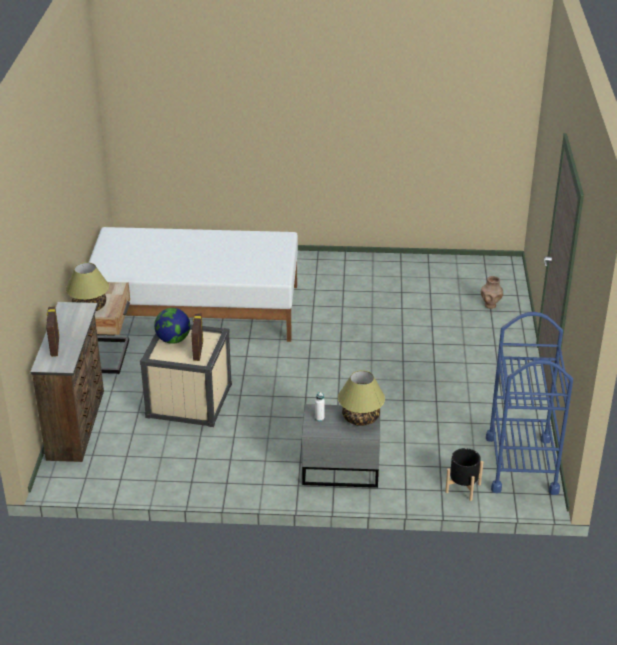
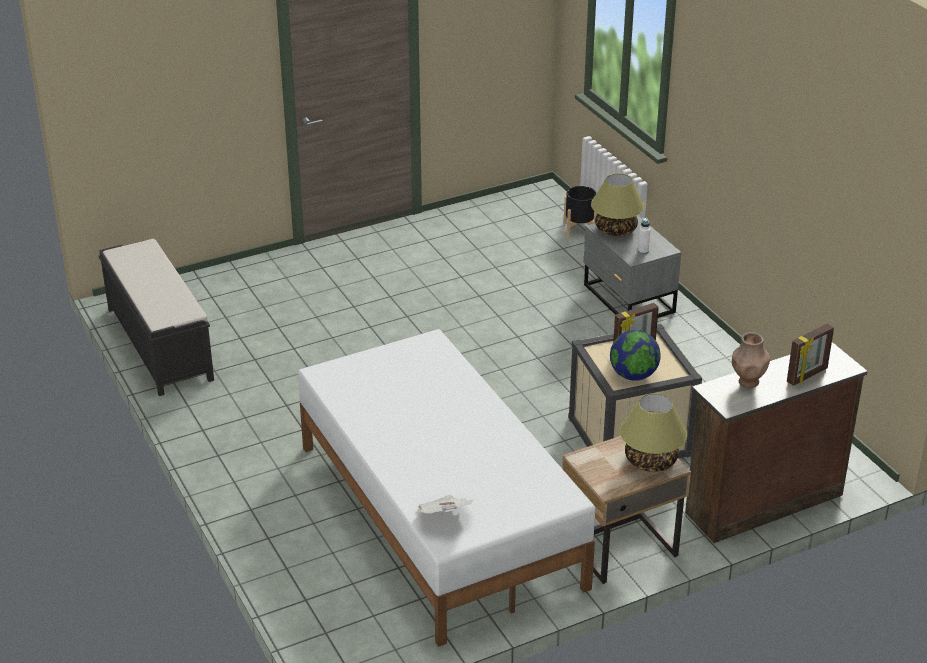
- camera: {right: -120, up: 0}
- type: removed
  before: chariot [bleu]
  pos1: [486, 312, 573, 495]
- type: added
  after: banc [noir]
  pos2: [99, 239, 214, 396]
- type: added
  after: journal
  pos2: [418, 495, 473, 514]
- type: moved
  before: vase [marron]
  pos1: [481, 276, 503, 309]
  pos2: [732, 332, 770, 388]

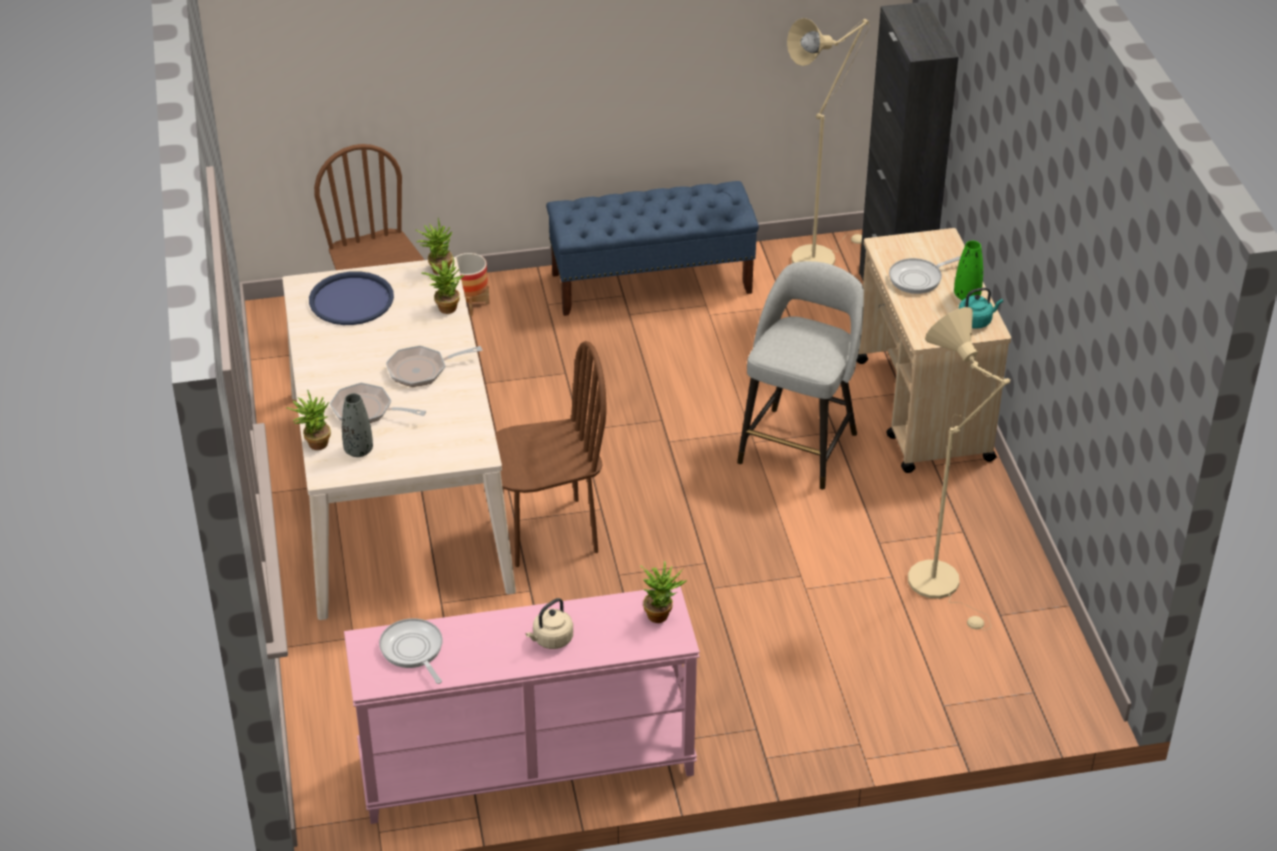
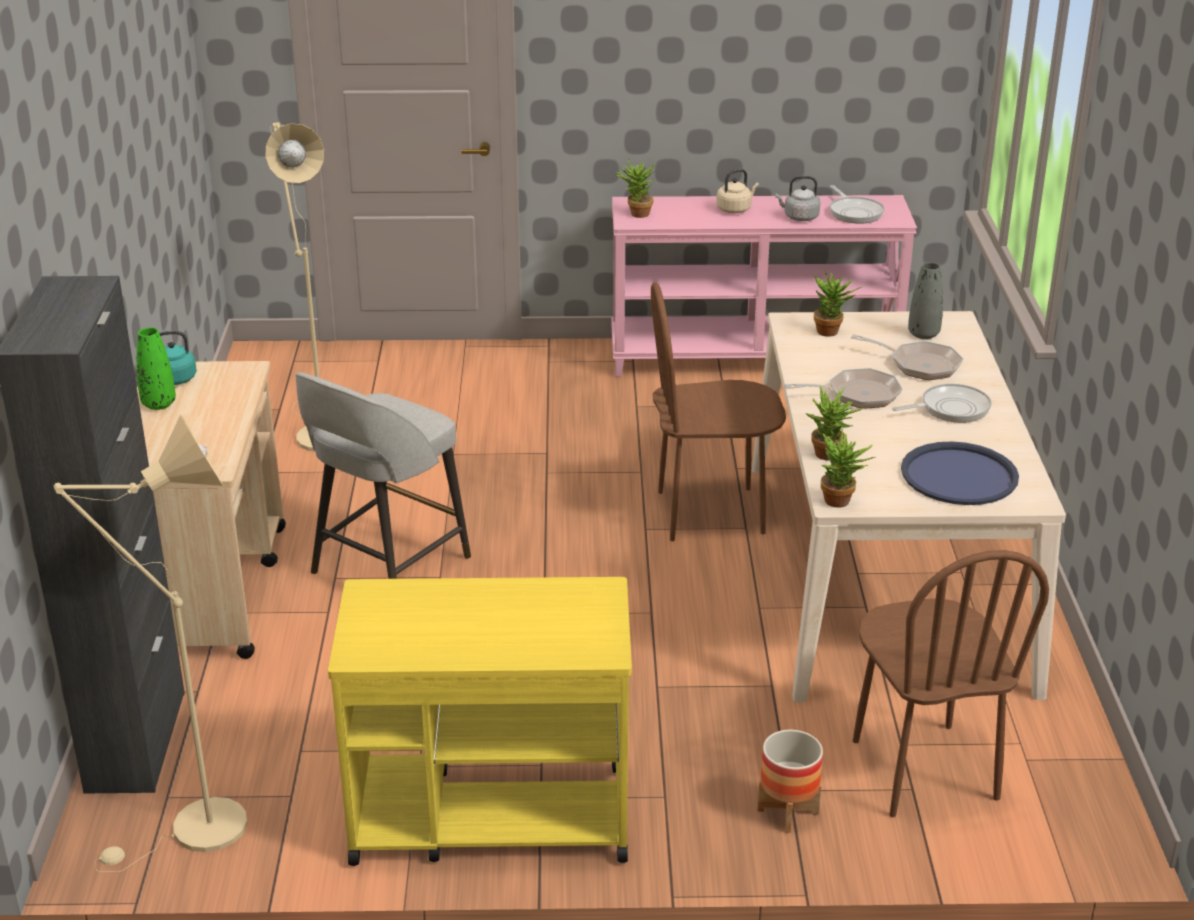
- camera: {right: -170, up: -10}
- type: added
  after: bouilloire [gris]
  pos2: [775, 176, 820, 221]
- type: moved
  before: plante en pot
  pos1: [287, 389, 331, 450]
  pos2: [814, 269, 862, 337]
- type: moved
  before: poêle
  pos1: [889, 256, 961, 294]
  pos2: [892, 384, 992, 423]
- type: replaced
  before: banc [bleu]
  after: chariot [jaune]
  pos1: [546, 181, 759, 316]
  pos2: [328, 577, 632, 866]

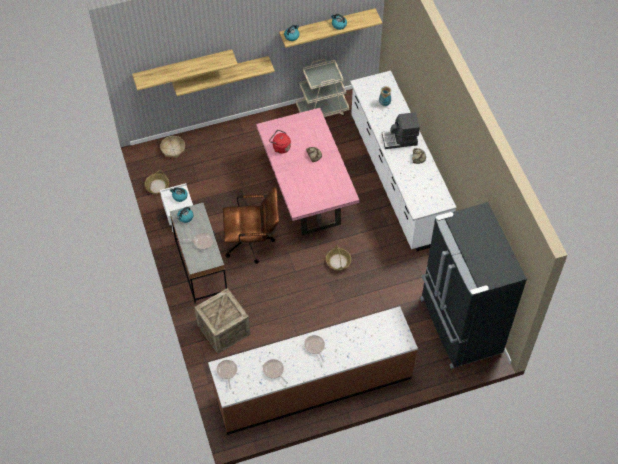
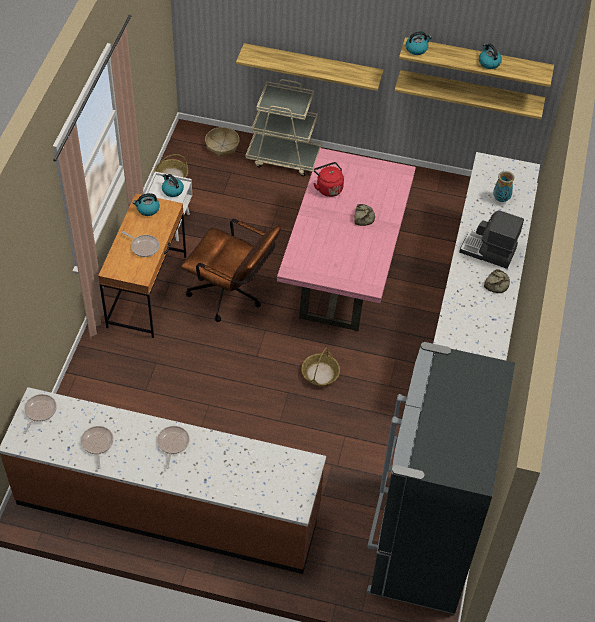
- camera: {right: 30, up: -5}
- type: removed
  before: caisse
  pos1: [195, 288, 250, 354]
- type: moved
  before: étagère
  pos1: [132, 49, 238, 91]
  pos2: [394, 70, 545, 120]
- type: moved
  before: chariot [beige]
  pos1: [296, 59, 350, 117]
  pos2: [246, 79, 322, 177]
- type: recoloured
  before: bureau [gris]
  after: bureau [marron]
  pos1: [170, 203, 227, 303]
  pos2: [98, 193, 186, 338]

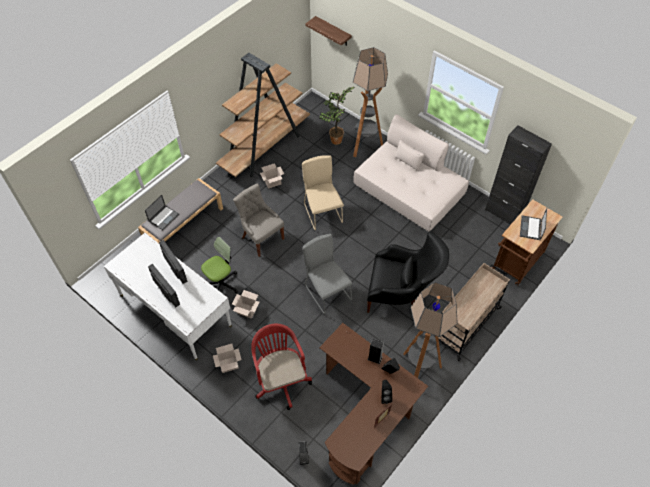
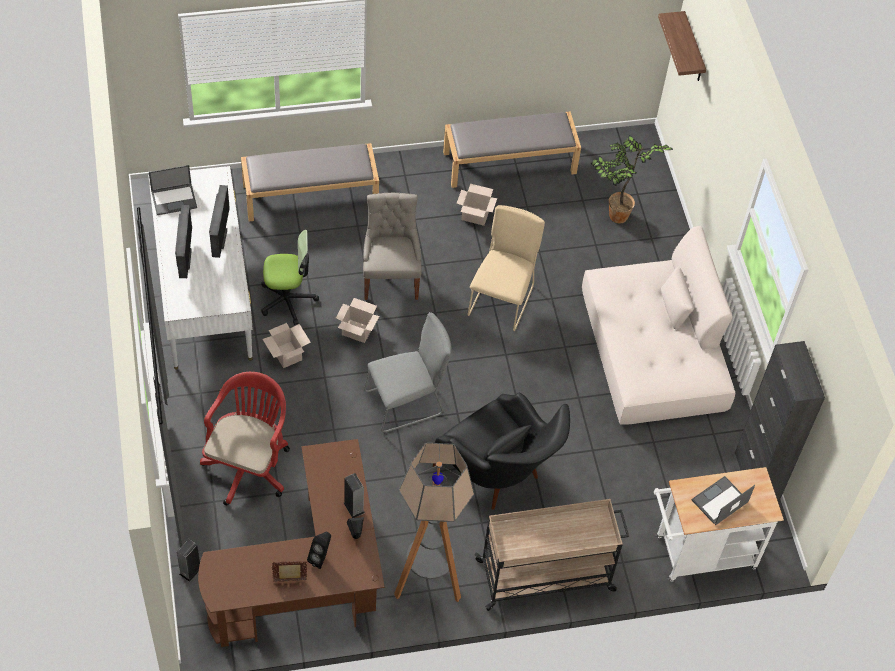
- camera: {right: 35, up: 0}
- type: removed
  before: lampadaire
  pos1: [353, 47, 388, 158]
- type: moved
  before: ordinateur portable
  pos1: [145, 195, 179, 230]
  pos2: [149, 165, 197, 215]
- type: moved
  before: carton
  pos1: [213, 344, 242, 373]
  pos2: [336, 298, 379, 343]
- type: replaced
  before: bibliothèque [marron]
  after: banc [gris]
  pos1: [216, 53, 310, 177]
  pos2: [443, 111, 581, 188]
- type: recoloured
  before: chariot [marron]
  after: chariot [blanc]
  pos1: [492, 199, 563, 285]
  pos2: [654, 467, 784, 582]
- type: turned
  before: chaise [gris]
  pos1: [302, 234, 352, 314]
  pos2: [364, 312, 452, 432]
  turn: 60

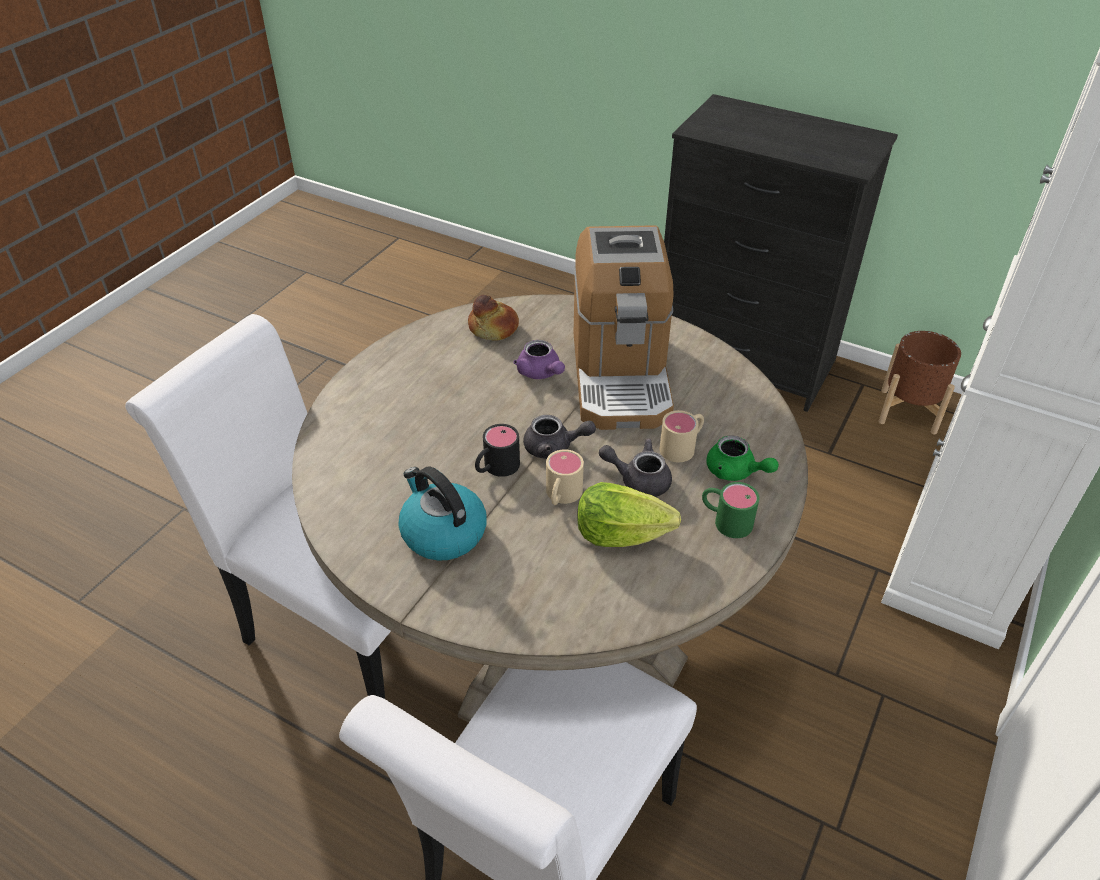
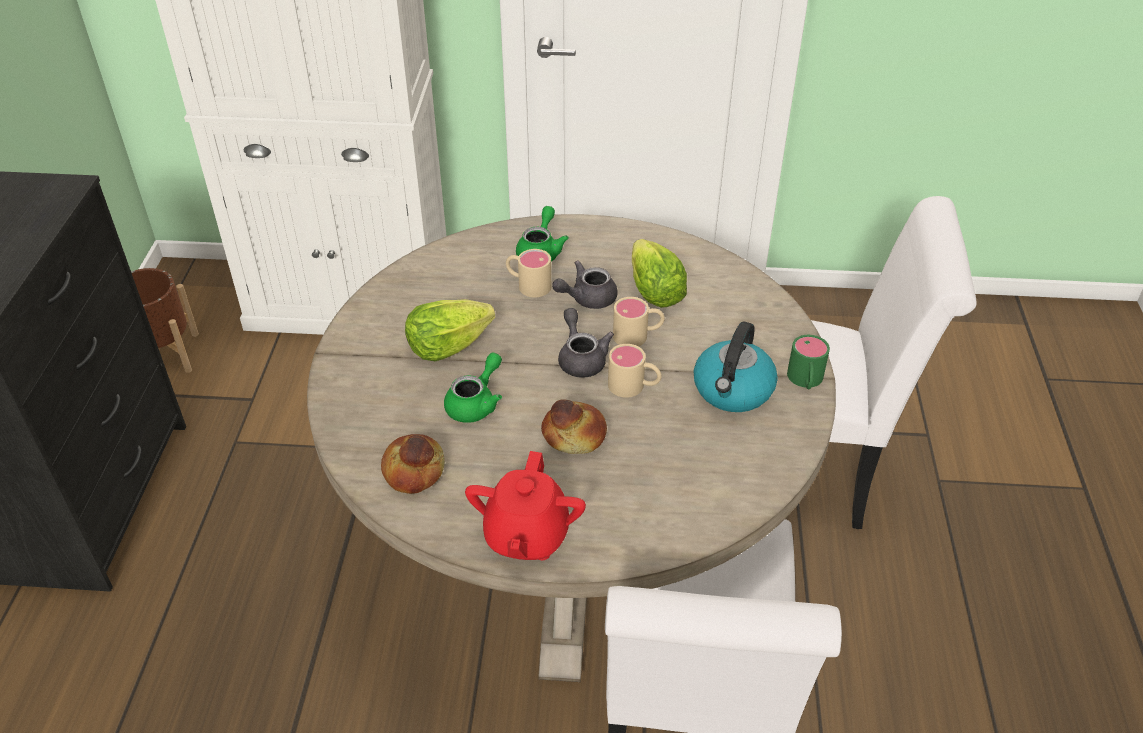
- camera: {right: -115, up: 0}
- type: added
  after: théière [rouge]
  pos2: [465, 451, 586, 560]
- type: added
  after: pain
  pos2: [541, 399, 607, 454]
- type: moved
  before: mug [vert]
  pos1: [702, 482, 759, 538]
  pos2: [787, 335, 830, 389]
- type: replaced
  before: machine à café
  after: laitue
  pos1: [574, 225, 674, 430]
  pos2: [405, 299, 495, 361]
- type: recoloured
  before: mug [noir]
  after: mug [beige]
  pos1: [475, 424, 520, 477]
  pos2: [608, 344, 662, 398]
- type: recoloured
  before: théière [violet]
  after: théière [vert]
  pos1: [513, 340, 565, 379]
  pos2: [444, 353, 502, 423]
- type: turned
  before: théière [gris]
  pos1: [599, 438, 672, 497]
  pos2: [552, 260, 618, 309]
  turn: 75

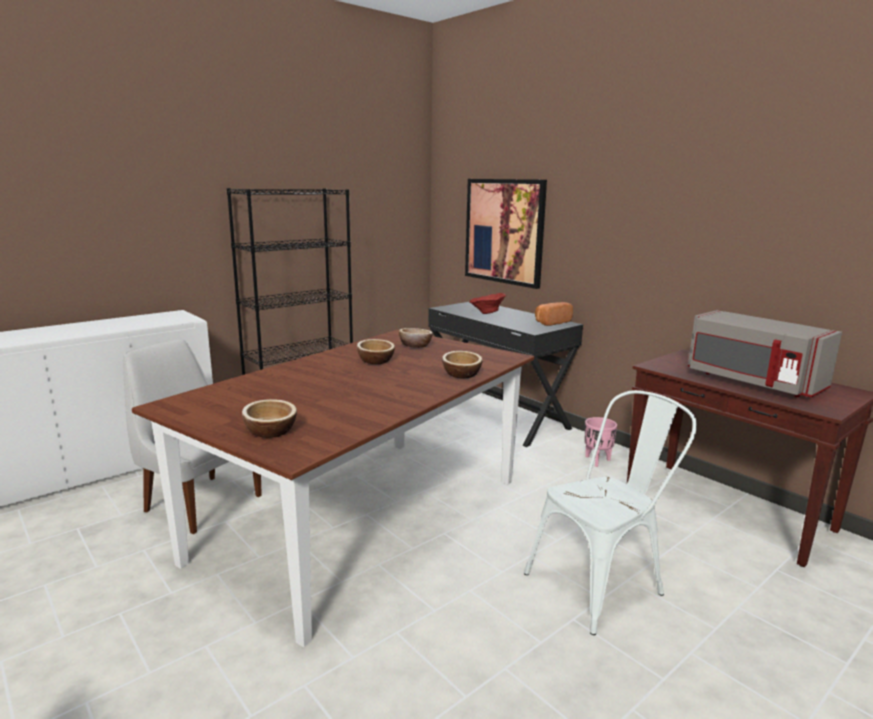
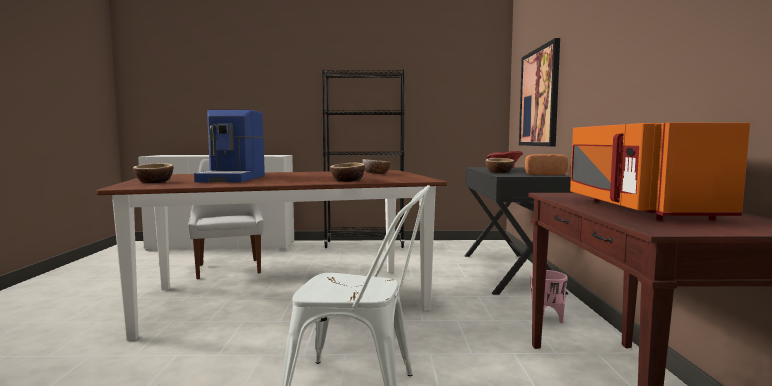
- camera: {right: 40, up: -10}
- type: added
  after: machine à café
  pos2: [194, 110, 265, 183]
- type: moved
  before: bol
  pos1: [357, 339, 395, 364]
  pos2: [486, 158, 514, 173]
- type: recoloured
  before: micro-ondes [gris]
  after: micro-ondes [orange]
  pos1: [688, 310, 842, 397]
  pos2: [570, 123, 750, 220]

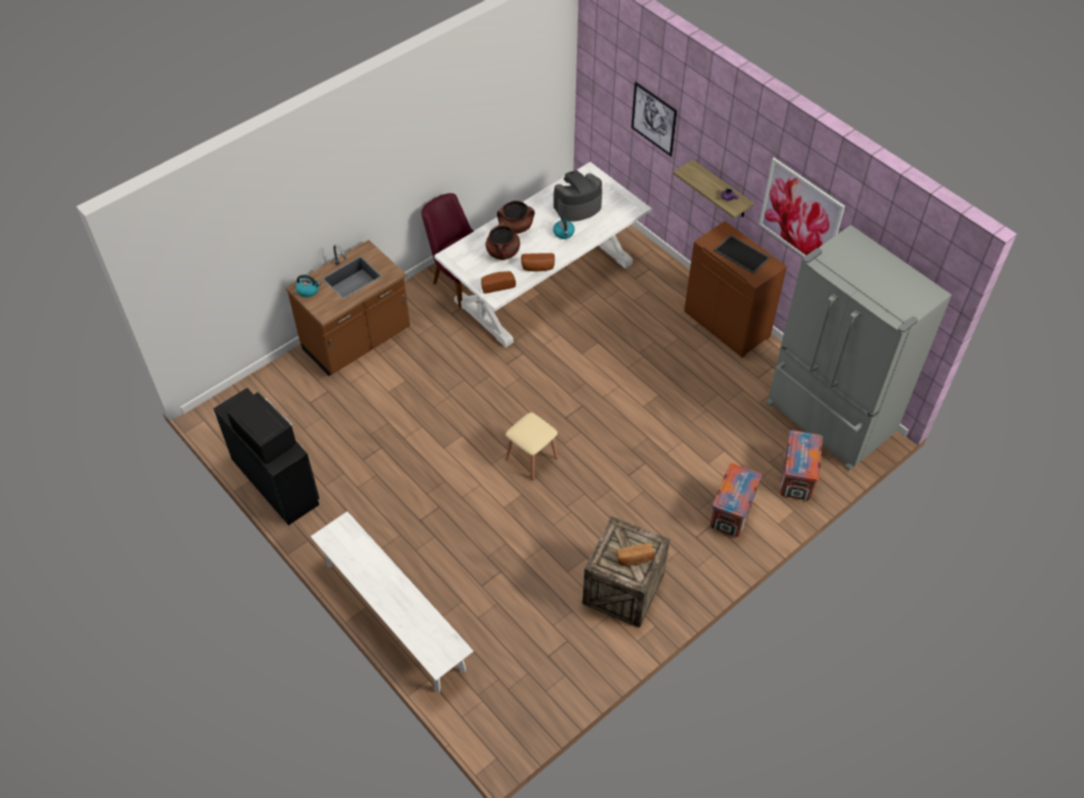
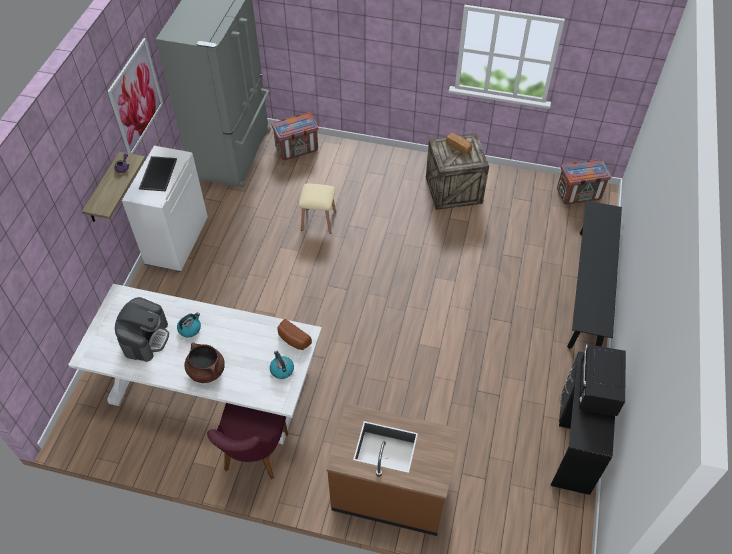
- camera: {right: -125, up: 0}
- type: removed
  before: marmite [marron]
  pos1: [486, 222, 520, 260]
- type: removed
  before: pain
  pos1: [521, 253, 555, 271]
- type: removed
  before: tableau
  pos1: [631, 82, 677, 157]
- type: moved
  before: bouilloire
  pos1: [296, 275, 321, 297]
  pos2: [270, 351, 294, 379]
- type: moved
  before: tabouret [beige]
  pos1: [506, 412, 558, 480]
  pos2: [299, 183, 336, 234]
- type: moved
  before: caisse
  pos1: [710, 463, 762, 537]
  pos2: [557, 159, 611, 205]
- type: recoloured
  before: banc [blanc]
  after: banc [noir]
  pos1: [310, 511, 474, 693]
  pos2: [567, 201, 622, 349]
- type: recoloured
  before: meuble de rangement [marron]
  after: meuble de rangement [blanc]
  pos1: [684, 221, 787, 358]
  pos2: [122, 146, 208, 272]
- type: turned
  before: machine à café
  pos1: [553, 170, 602, 222]
  pos2: [115, 297, 169, 362]
  turn: -105

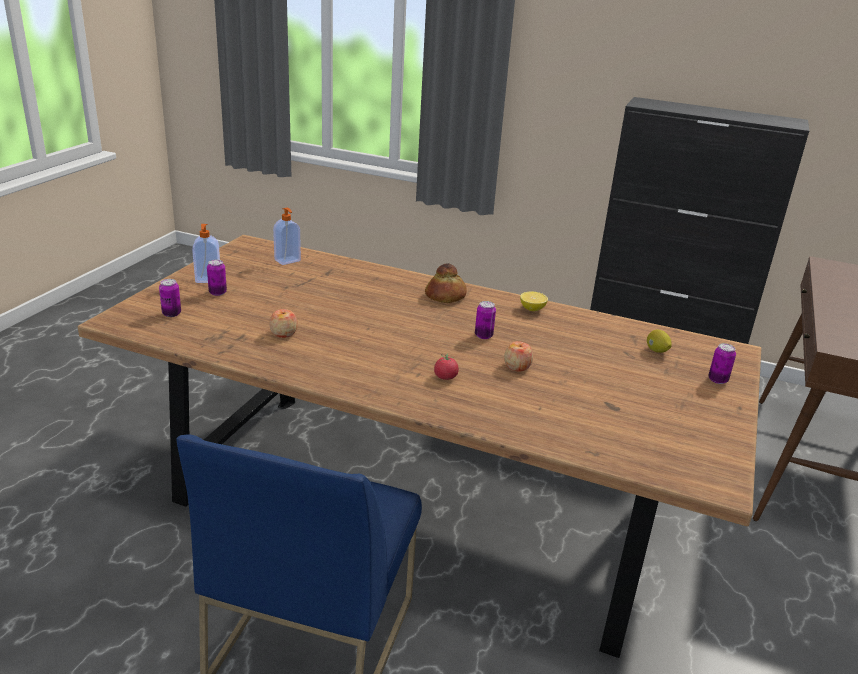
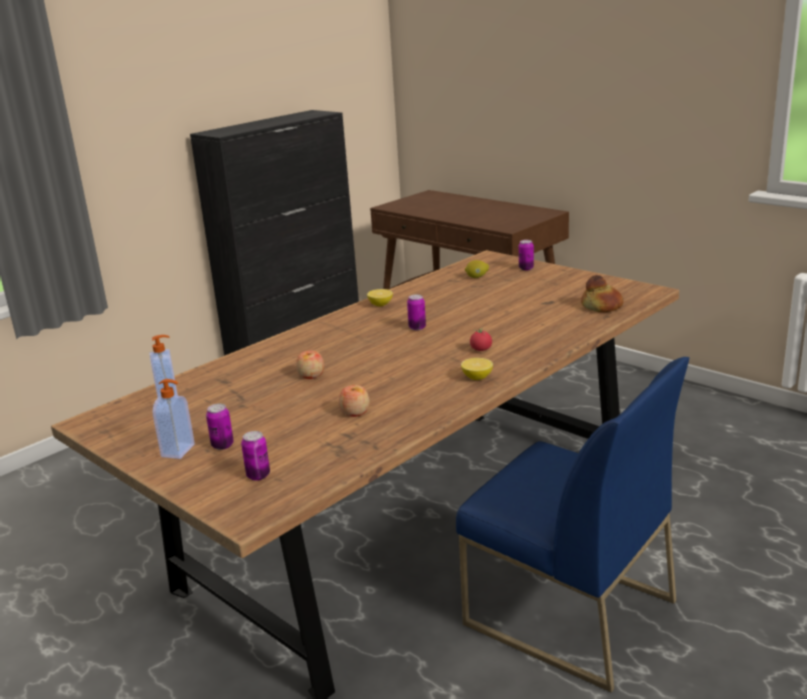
- camera: {right: -65, up: -5}
- type: added
  after: citron
  pos2: [461, 358, 493, 380]
- type: moved
  before: pain
  pos1: [425, 263, 467, 303]
  pos2: [581, 275, 623, 312]
- type: moved
  before: pomme
  pos1: [504, 341, 533, 371]
  pos2: [296, 351, 324, 379]

